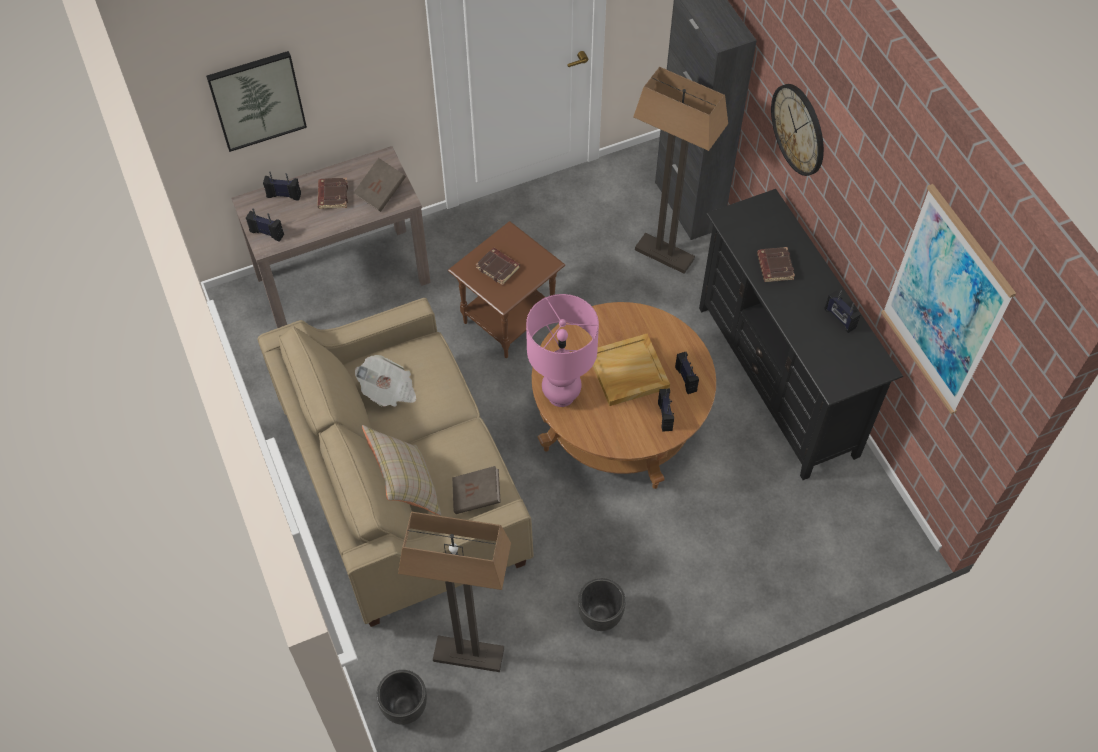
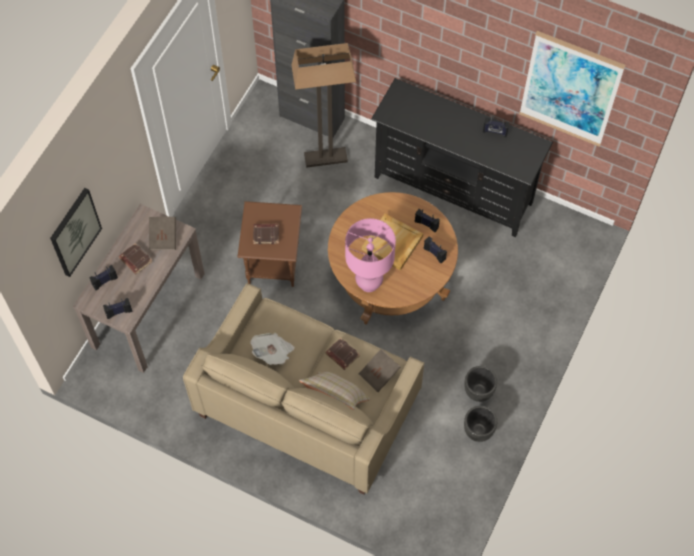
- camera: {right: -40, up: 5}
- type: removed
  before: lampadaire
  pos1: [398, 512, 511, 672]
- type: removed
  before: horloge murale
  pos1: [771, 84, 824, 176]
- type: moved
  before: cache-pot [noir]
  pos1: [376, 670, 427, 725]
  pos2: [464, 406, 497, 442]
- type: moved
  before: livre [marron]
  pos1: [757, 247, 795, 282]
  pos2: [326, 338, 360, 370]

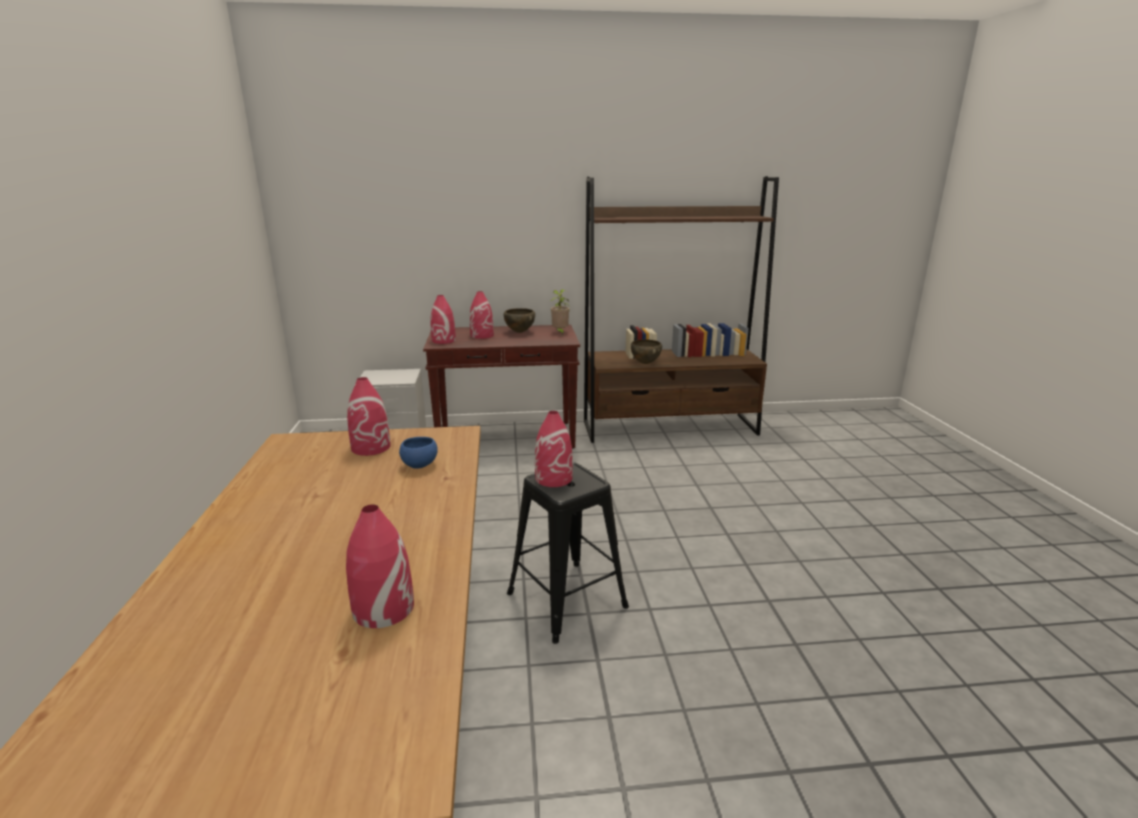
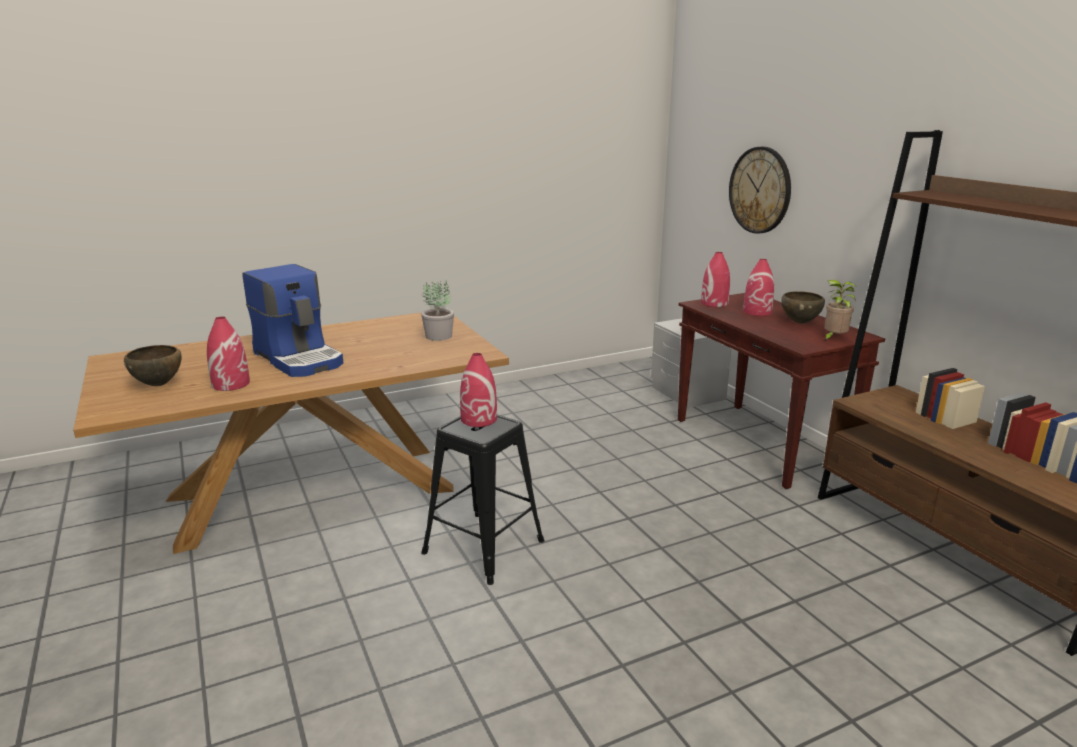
- camera: {right: 70, up: 0}
- type: removed
  before: bol [bleu]
  pos1: [399, 437, 438, 469]
- type: added
  after: machine à café
  pos2: [242, 264, 343, 377]
- type: added
  after: horloge murale
  pos2: [729, 147, 791, 234]
- type: moved
  before: bol [marron]
  pos1: [631, 339, 662, 364]
  pos2: [124, 345, 182, 386]
- type: replaced
  before: vase [rouge]
  after: plante en pot
  pos1: [347, 377, 391, 456]
  pos2: [421, 281, 454, 341]

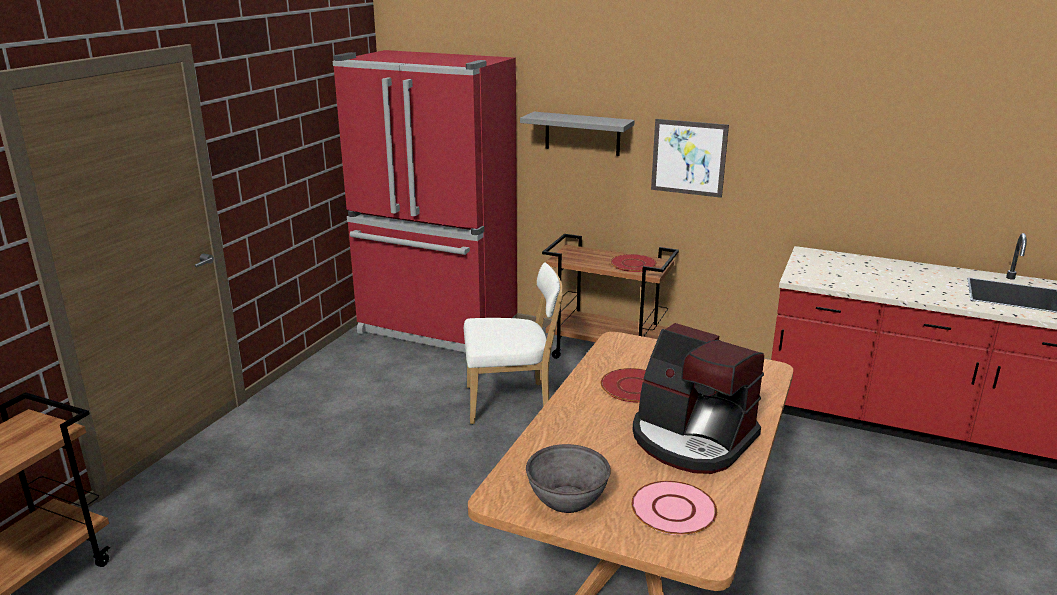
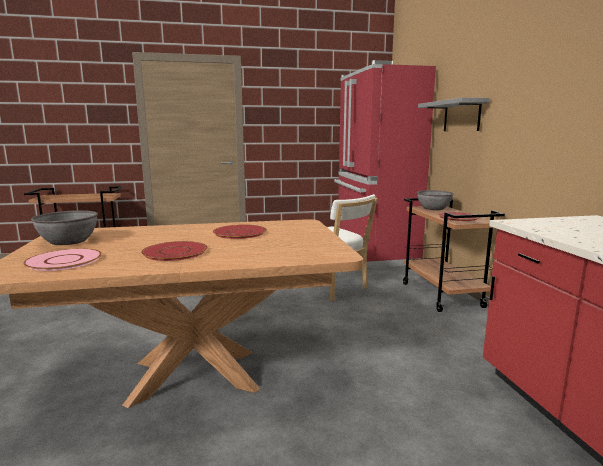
- camera: {right: 55, up: -10}
- type: removed
  before: tableau
  pos1: [651, 119, 729, 198]
- type: added
  after: bol [gris]
  pos2: [417, 190, 454, 210]
- type: replaced
  before: machine à café
  after: assiette [rouge]
  pos1: [632, 323, 764, 474]
  pos2: [141, 241, 208, 261]

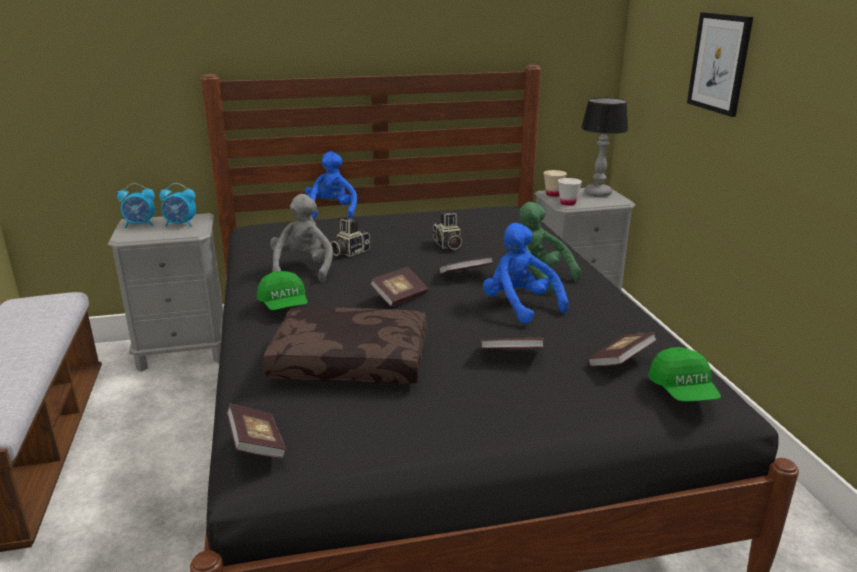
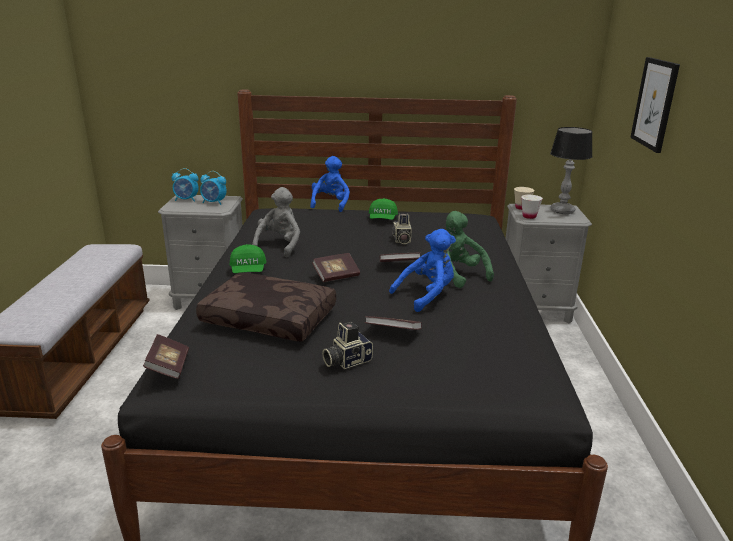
- camera: {right: 15, up: 0}
- type: removed
  before: livre
  pos1: [588, 333, 657, 366]
- type: moved
  before: appareil photo
  pos1: [331, 218, 370, 257]
  pos2: [322, 322, 373, 369]
- type: moved
  before: casquette [vert]
  pos1: [648, 347, 721, 402]
  pos2: [369, 198, 398, 220]
- type: turned
  before: peluche [bleu]
  pos1: [483, 223, 569, 324]
  pos2: [389, 229, 456, 312]
  turn: 75

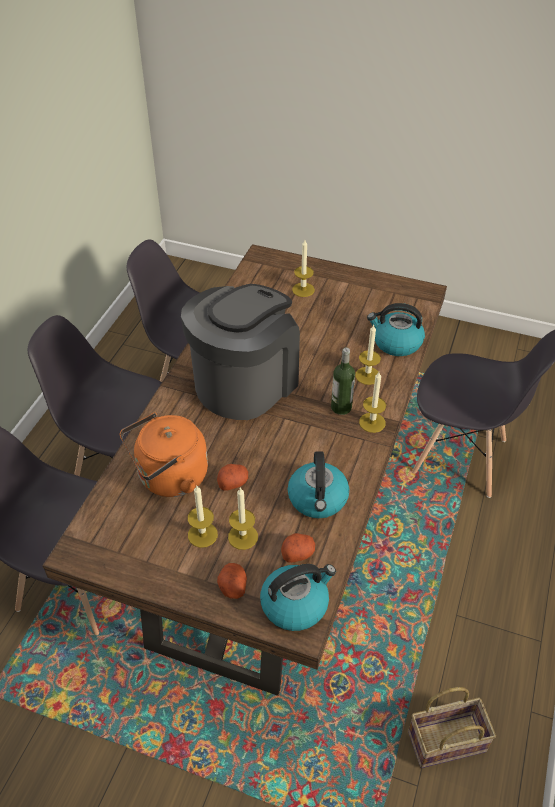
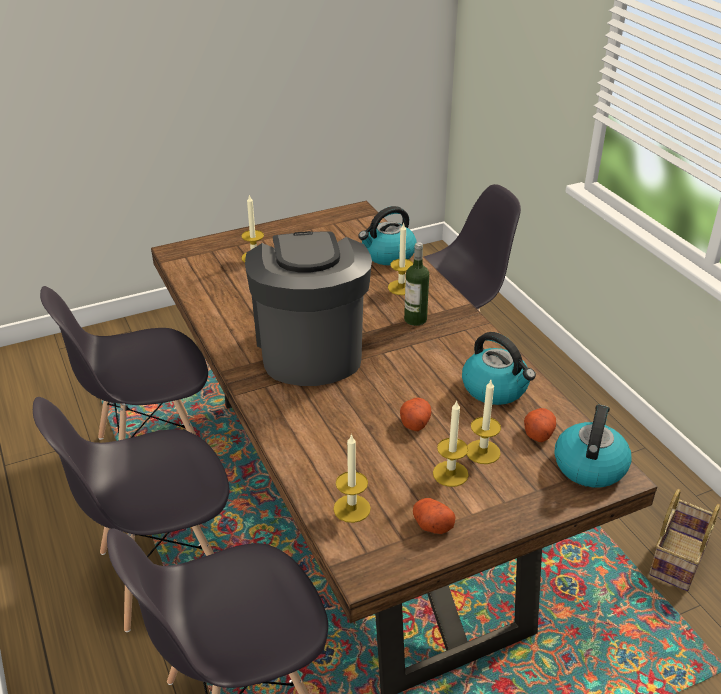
- camera: {right: -45, up: -10}
- type: removed
  before: bouilloire [orange]
  pos1: [120, 413, 208, 497]
- type: moved
  before: pomme de terre
  pos1: [217, 563, 247, 599]
  pos2: [413, 498, 455, 534]
- type: moved
  before: bougie
  pos1: [359, 372, 386, 433]
  pos2: [333, 434, 371, 523]

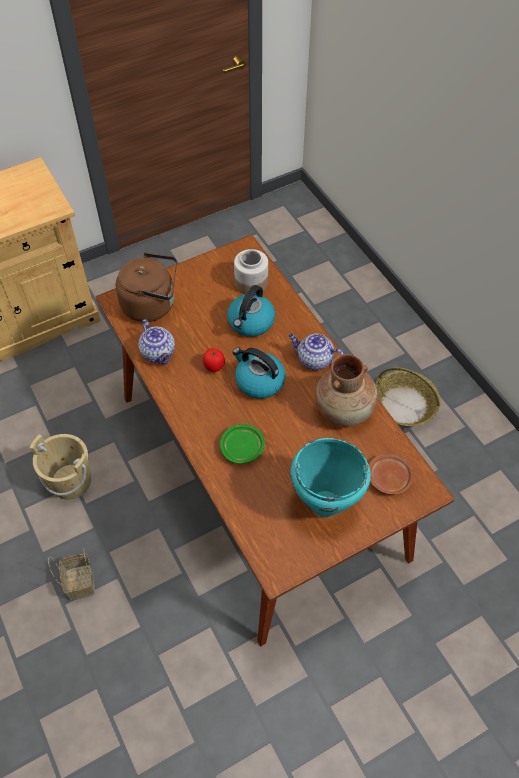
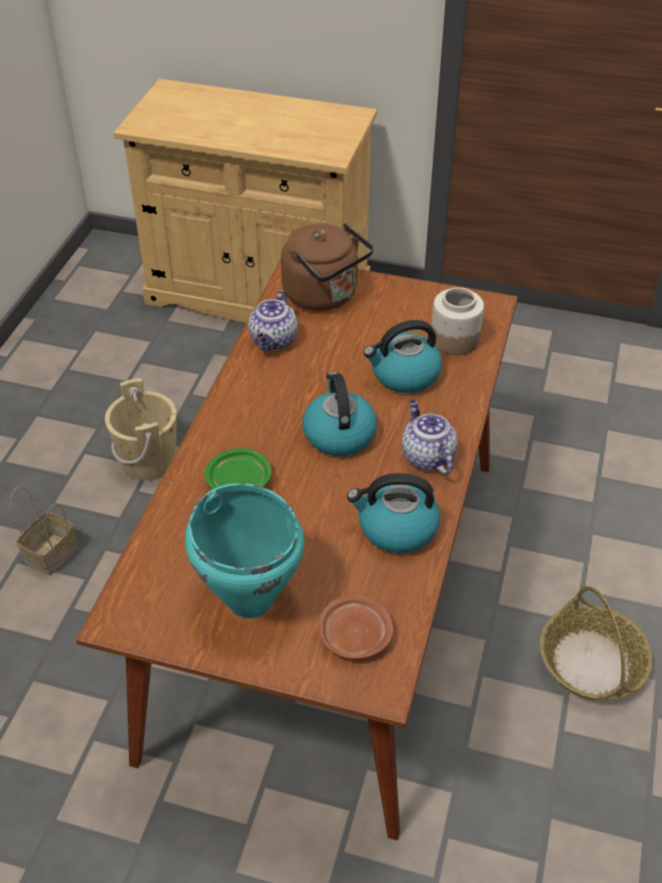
- camera: {right: 45, up: -10}
- type: removed
  before: tomate
  pos1: [203, 348, 225, 372]
- type: replaced
  before: vase [marron]
  after: bouilloire
  pos1: [315, 354, 378, 427]
  pos2: [347, 473, 440, 553]

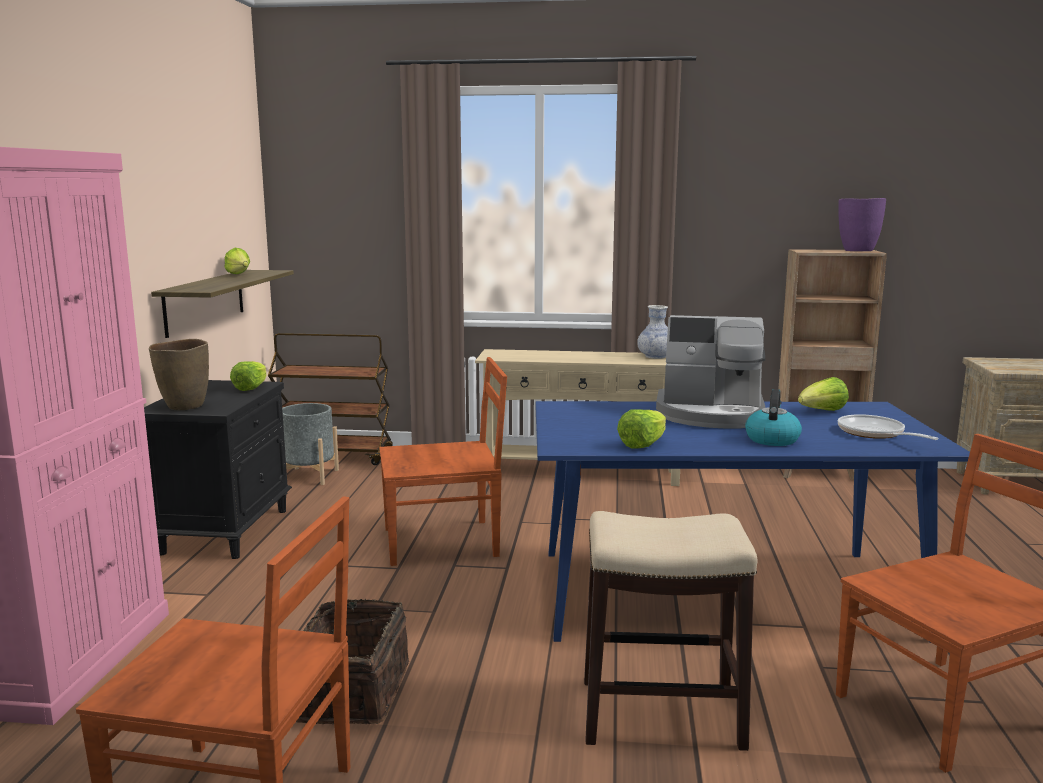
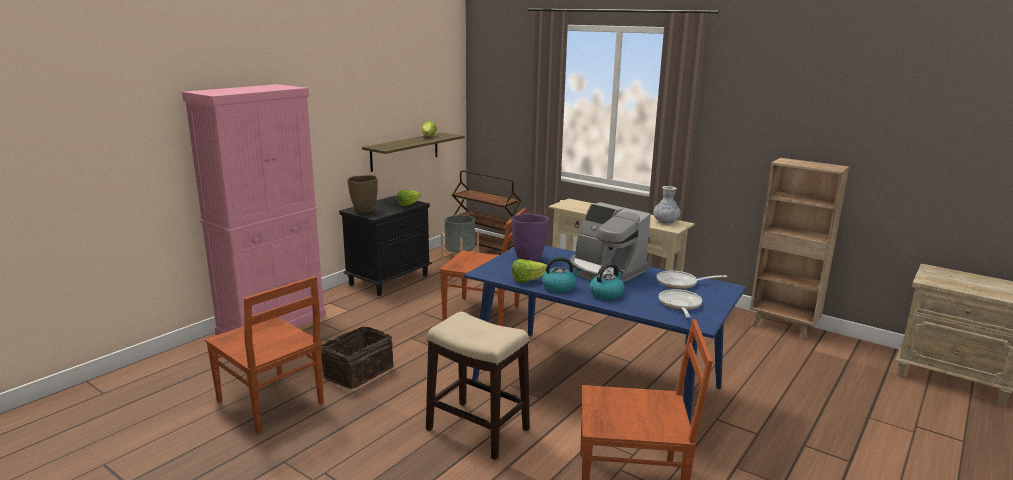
- camera: {right: 30, up: 5}
- type: added
  after: bouilloire
  pos2: [542, 257, 581, 293]
- type: moved
  before: vase [violet]
  pos1: [839, 198, 886, 251]
  pos2: [512, 213, 549, 262]
- type: replaced
  before: laitue
  after: poêle
  pos1: [798, 377, 849, 411]
  pos2: [657, 271, 727, 289]

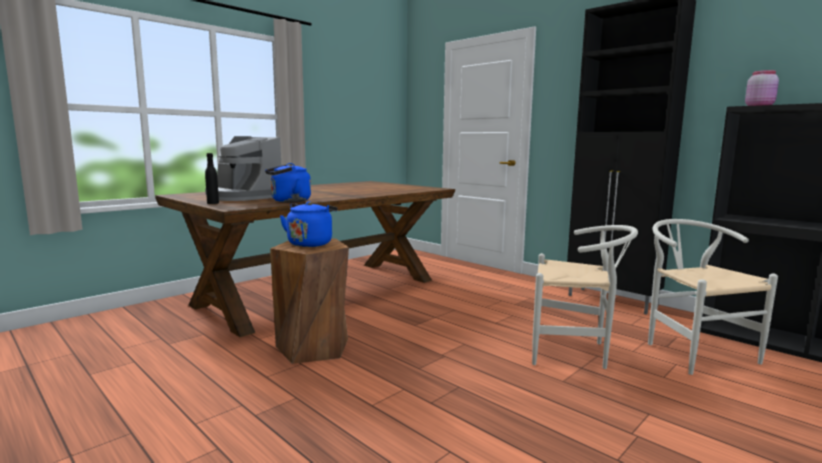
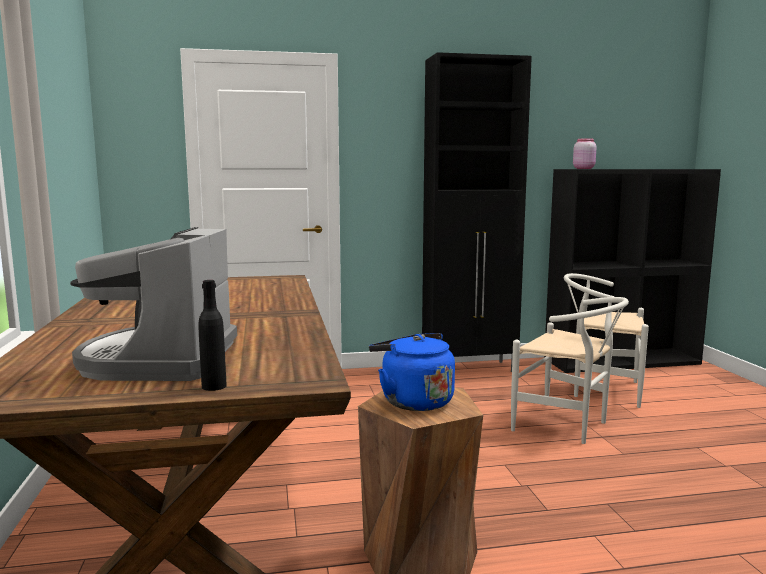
- camera: {right: -55, up: 0}
- type: removed
  before: bouilloire [bleu]
  pos1: [265, 163, 311, 203]
- type: turned
  before: machine à café
  pos1: [205, 136, 281, 201]
  pos2: [70, 227, 237, 381]
  turn: 105
- type: turned
  before: chaise [blanc]
  pos1: [532, 225, 638, 369]
  pos2: [511, 297, 629, 444]
  turn: 75

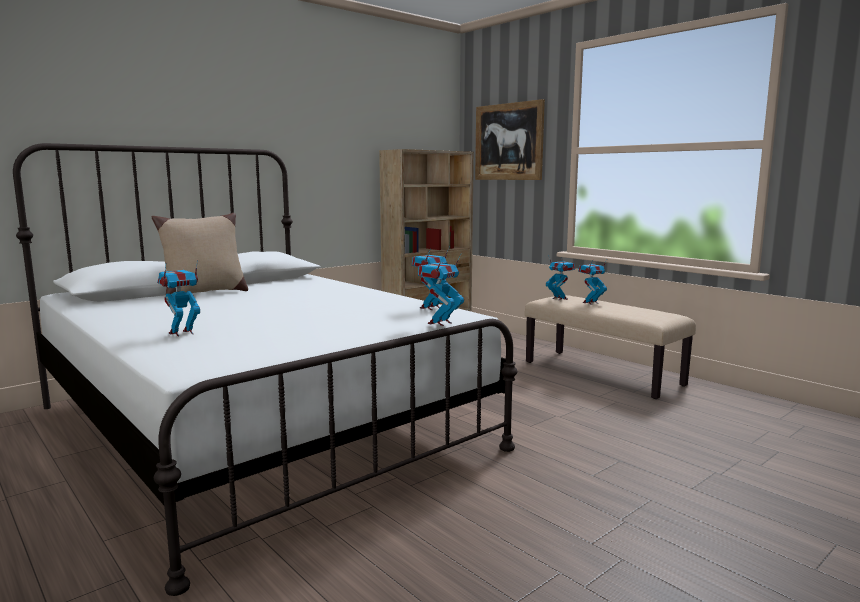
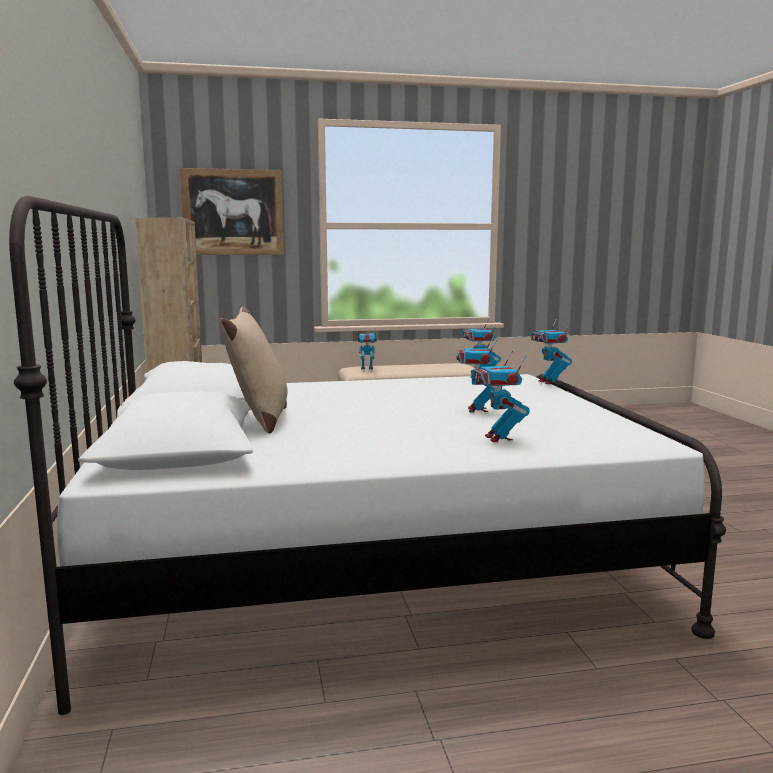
- camera: {right: -60, up: 0}
- type: moved
  before: robot jouet
  pos1: [578, 258, 608, 305]
  pos2: [456, 336, 502, 413]

